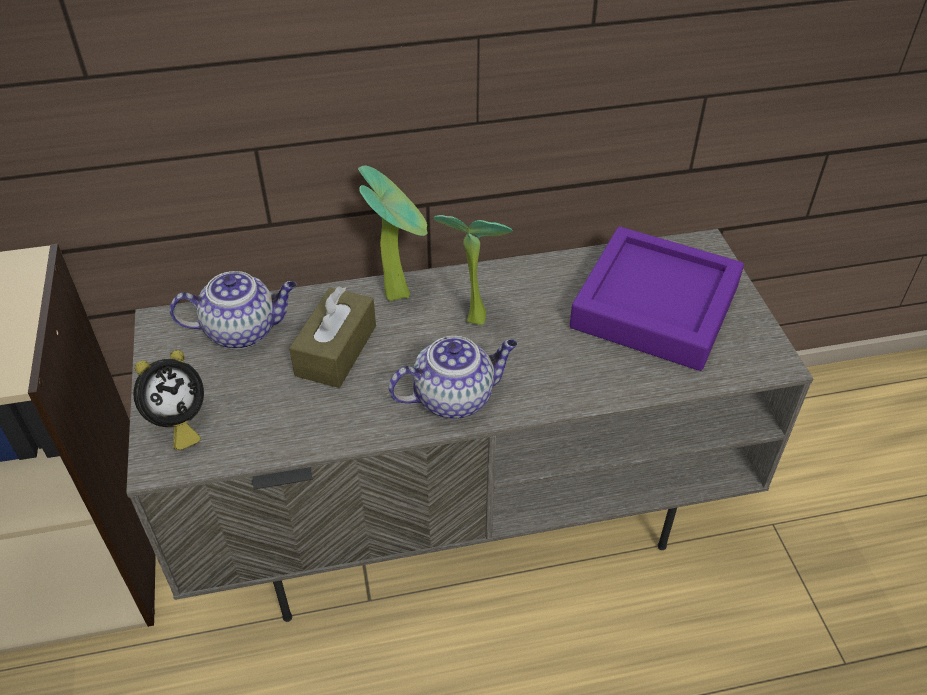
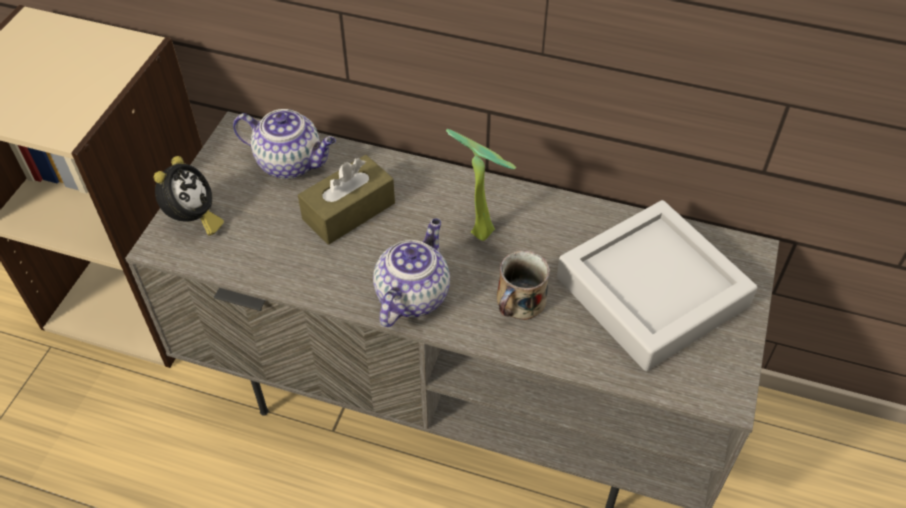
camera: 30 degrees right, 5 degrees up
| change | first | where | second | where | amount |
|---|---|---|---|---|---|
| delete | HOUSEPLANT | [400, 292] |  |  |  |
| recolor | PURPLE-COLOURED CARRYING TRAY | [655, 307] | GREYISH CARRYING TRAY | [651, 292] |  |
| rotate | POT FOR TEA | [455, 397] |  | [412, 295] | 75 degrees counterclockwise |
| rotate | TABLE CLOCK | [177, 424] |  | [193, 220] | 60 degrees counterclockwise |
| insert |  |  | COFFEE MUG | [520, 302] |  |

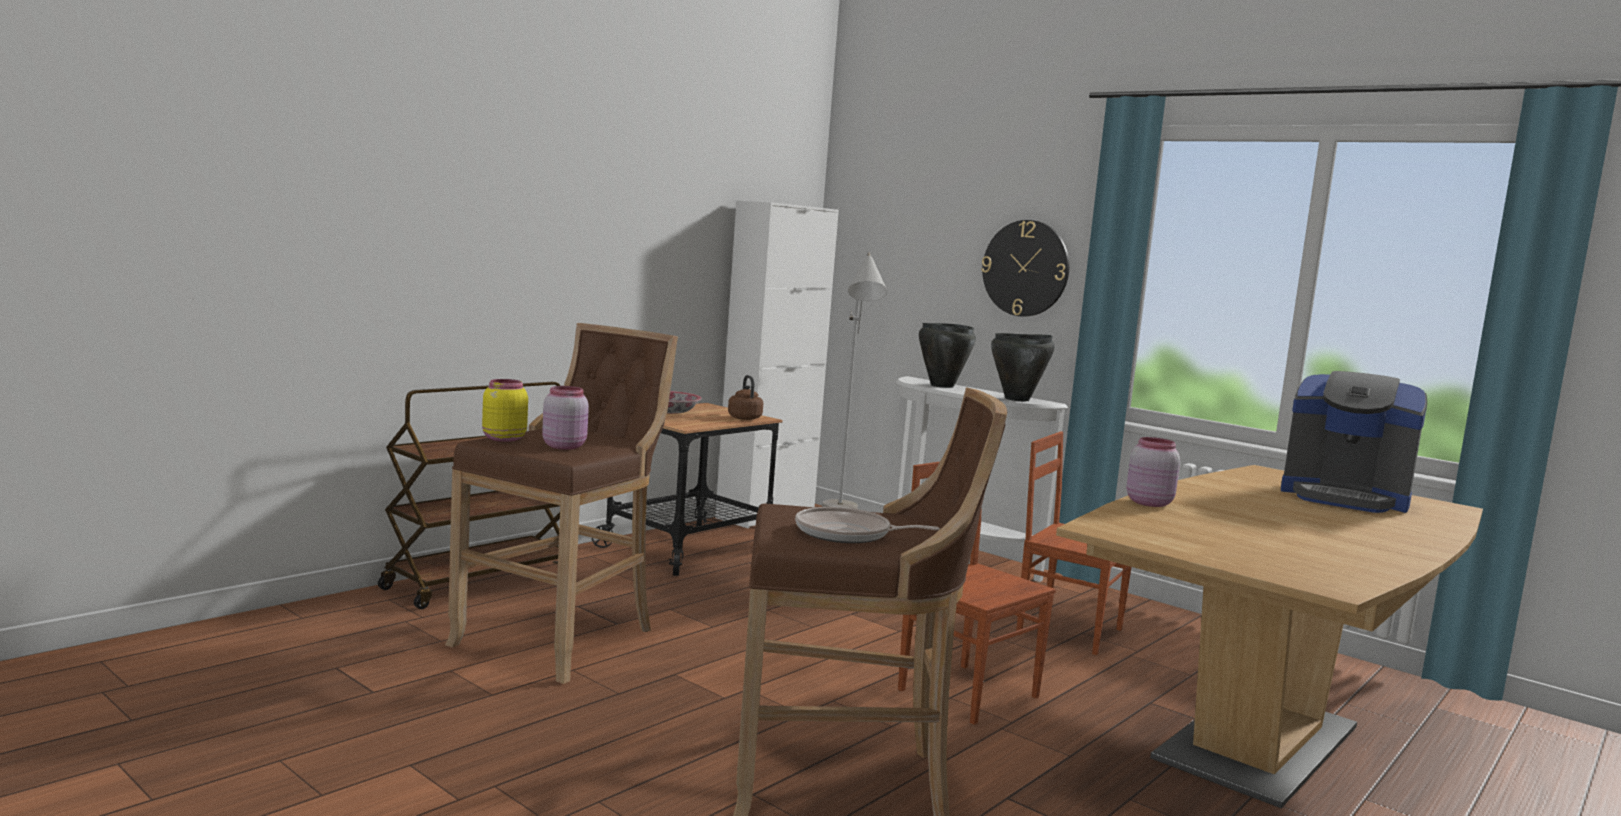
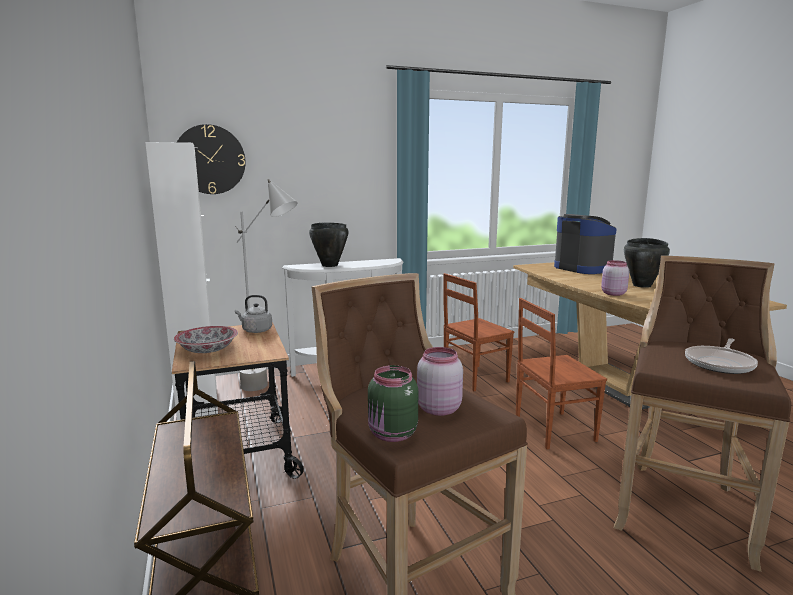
camera: 60 degrees left, 5 degrees up
| change | first | where | second | where | amount |
|---|---|---|---|---|---|
| move | HANGING CLOCK | [1025, 268] |  | [210, 159] |  |
| move | BLACK-COLOURED COOKING POT | [1017, 399] |  | [642, 285] |  |
| rotate | COFFEE MACHINE | [1344, 498] |  | [583, 268] | 90 degrees counterclockwise |
| recolor | BROWN KETTLE | [744, 418] | GREYISH KETTLE | [255, 330] |  |
| recolor | YELLOWISH JAR | [502, 438] | GREEN-COLOURED JAR | [392, 435] |  |

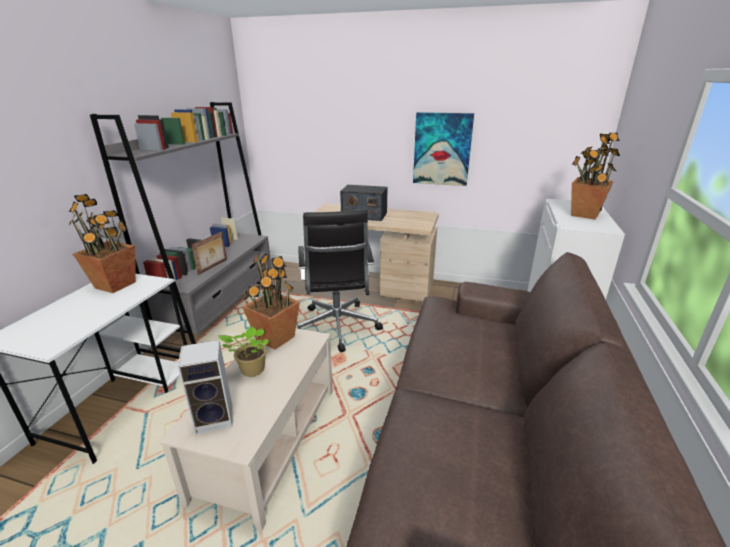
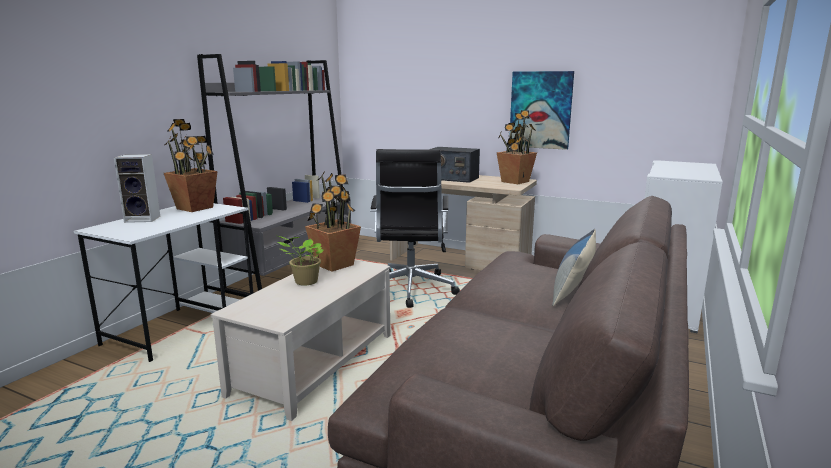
camera: 10 degrees right, 10 degrees down
| change | first | where | second | where | amount |
|---|---|---|---|---|---|
| move | HOUSEPLANT | [584, 214] |  | [514, 181] |  |
| delete | PHOTO FRAME | [213, 267] |  |  |  |
| move | LOUDSPEAKER | [216, 418] |  | [144, 219] |  |
| insert |  |  | PILLOW | [573, 288] |  |

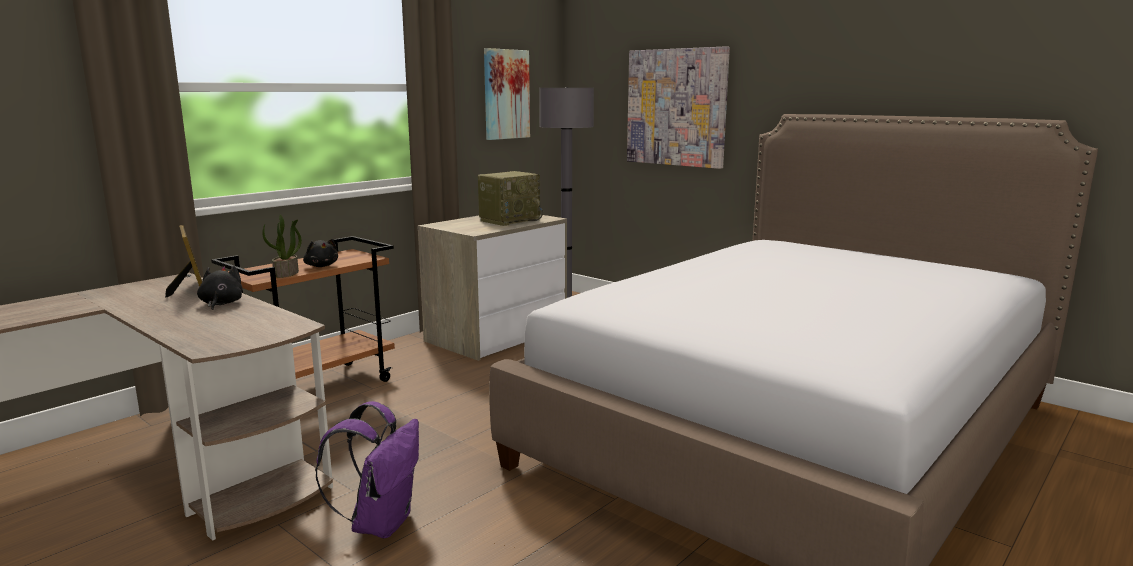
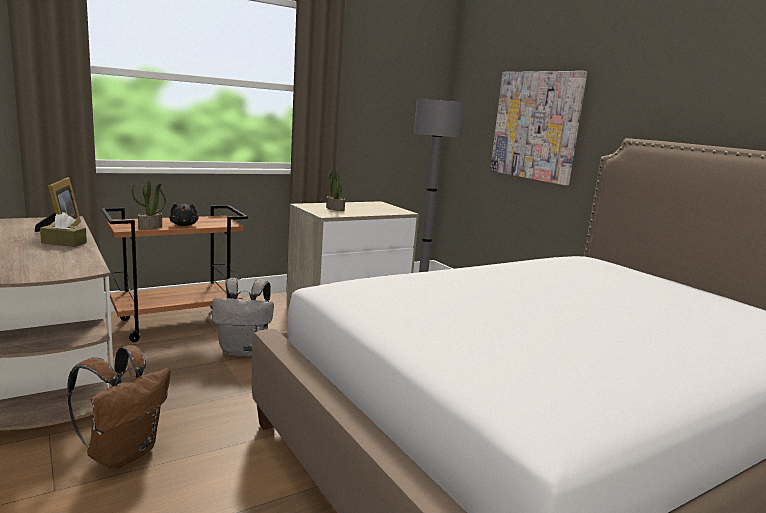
camera: 15 degrees right, 0 degrees up
| change | first | where | second | where | amount |
|---|---|---|---|---|---|
| delete | WALL PICTURE | [506, 94] |  |  |  |
| delete | RADIO | [510, 220] |  |  |  |
| replace | BLACK-COLOURED CUDDLY TOY | [221, 304] | BROWN TISSUE HOLDER | [64, 243] |  |
| recolor | PURPLE-COLOURED RUCKSACK | [381, 522] | BROWN RUCKSACK | [123, 453] |  |
| insert |  |  | HOUSEPLANT | [334, 209] |  |
| insert |  |  | GREYISH RUCKSACK | [244, 351] |  |

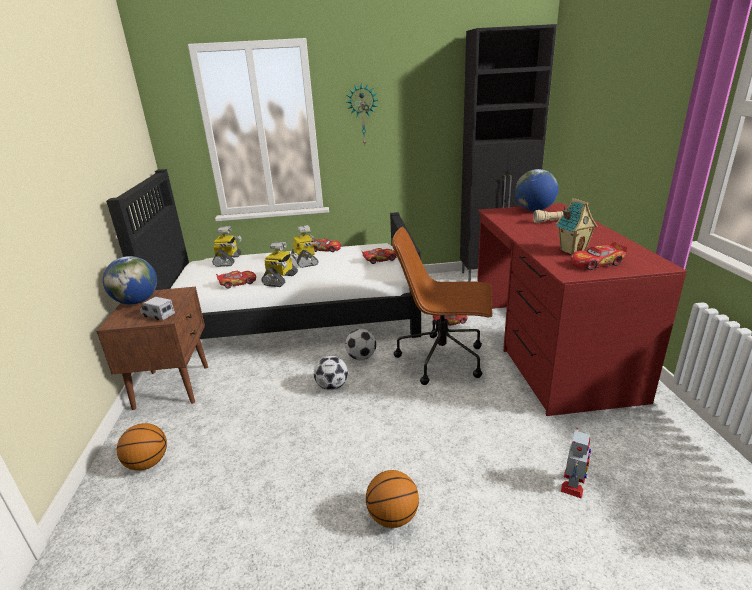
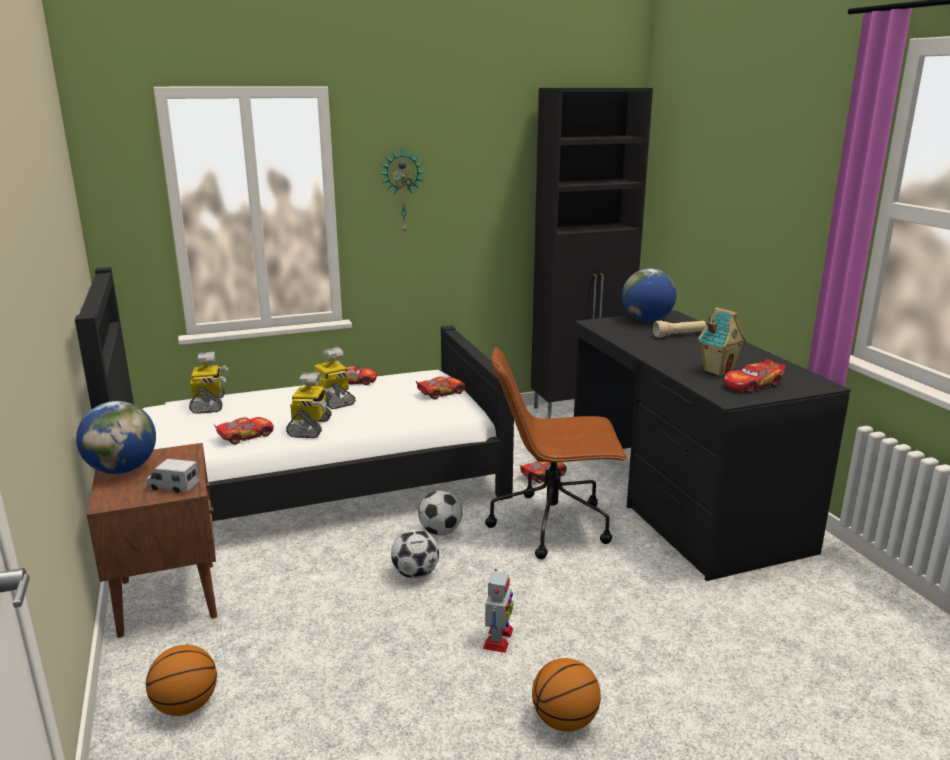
camera: 15 degrees left, 5 degrees down
| change | first | where | second | where | amount |
|---|---|---|---|---|---|
| recolor | REDDISH DESK UNIT | [548, 348] | BLACK-COLOURED DESK UNIT | [681, 500] |  |
| move | MODEL ROBOT | [573, 484] |  | [498, 639] |  |

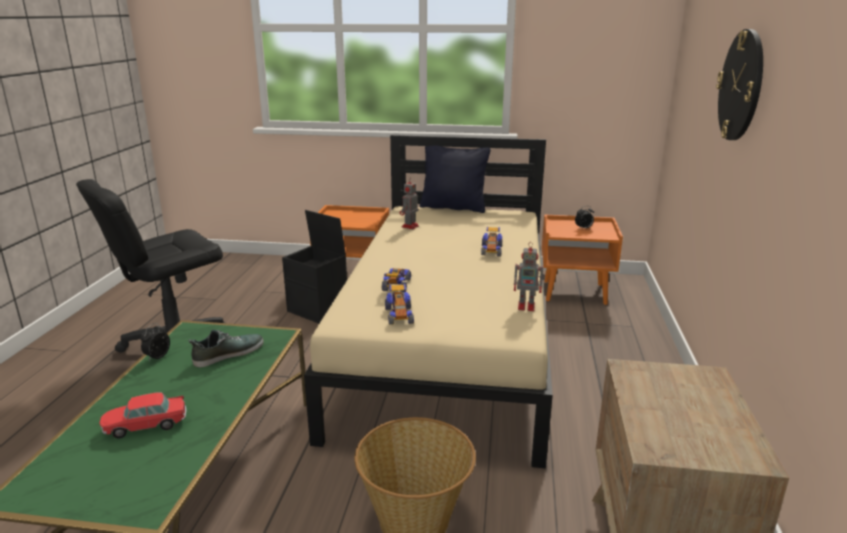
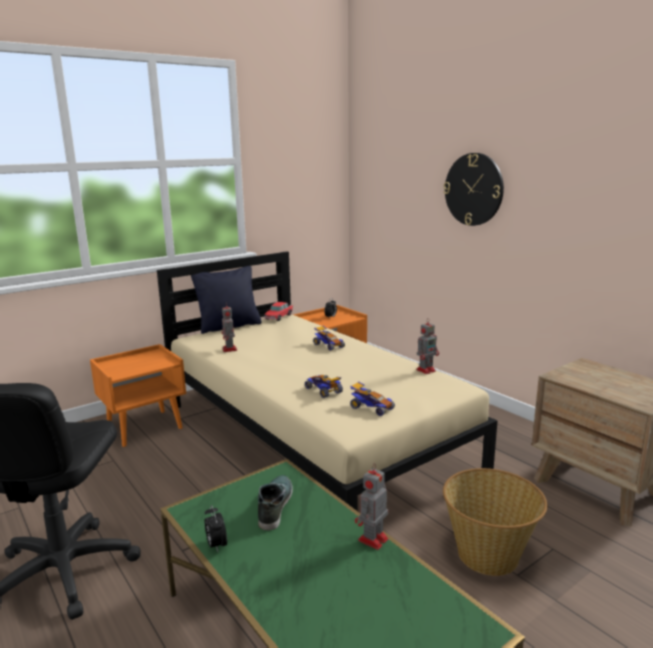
camera: 45 degrees left, 5 degrees down
| change | first | where | second | where | amount |
|---|---|---|---|---|---|
| delete | BLACK-COLOURED STORAGE CONTAINER | [319, 310] |  |  |  |
| move | TOY CAR | [146, 425] |  | [278, 317] |  |
| insert |  |  | MODEL ROBOT | [372, 540] |  |

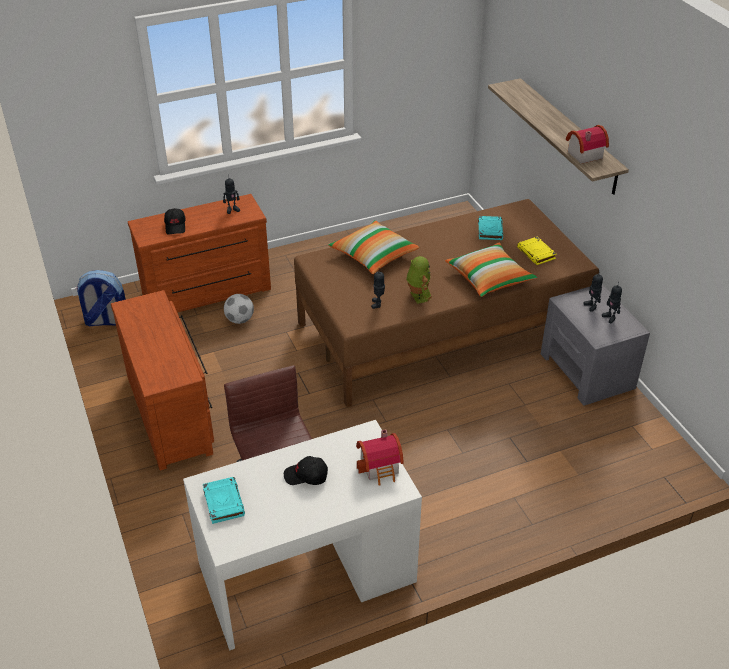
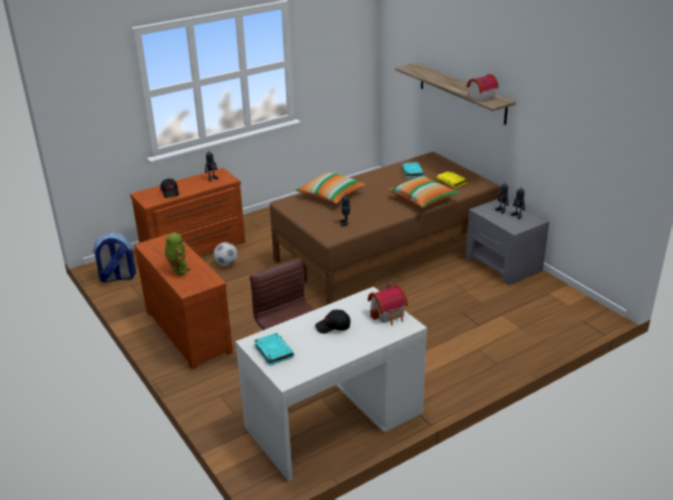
camera: 10 degrees left, 10 degrees down
| change | first | where | second | where | amount |
|---|---|---|---|---|---|
| move | MODEL ROBOT | [418, 296] |  | [178, 270] |  |

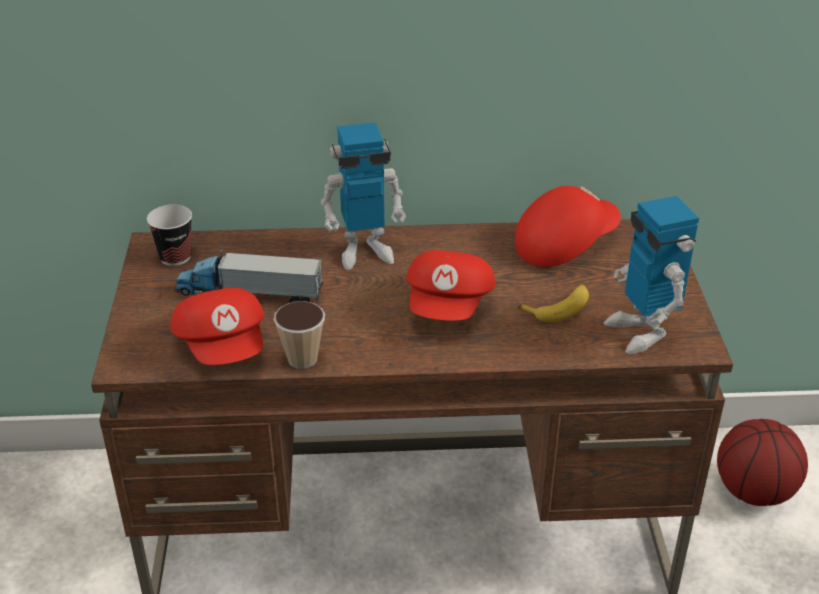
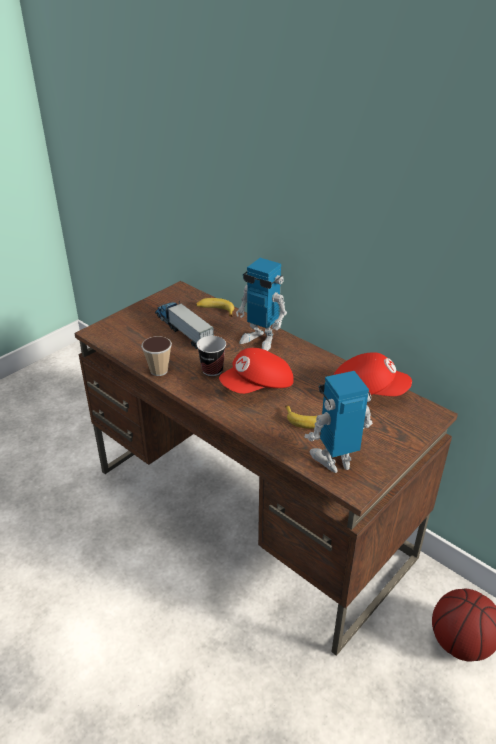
camera: 45 degrees right, 0 degrees up
| change | first | where | second | where | amount |
|---|---|---|---|---|---|
| rotate | MODEL ROBOT | [641, 332] |  | [335, 460] | 45 degrees clockwise |
| move | CUP | [175, 257] |  | [212, 370] |  |
| delete | REDDISH BASEBALL CAP | [224, 346] |  |  |  |
| insert |  |  | BANANA | [215, 310] |  |

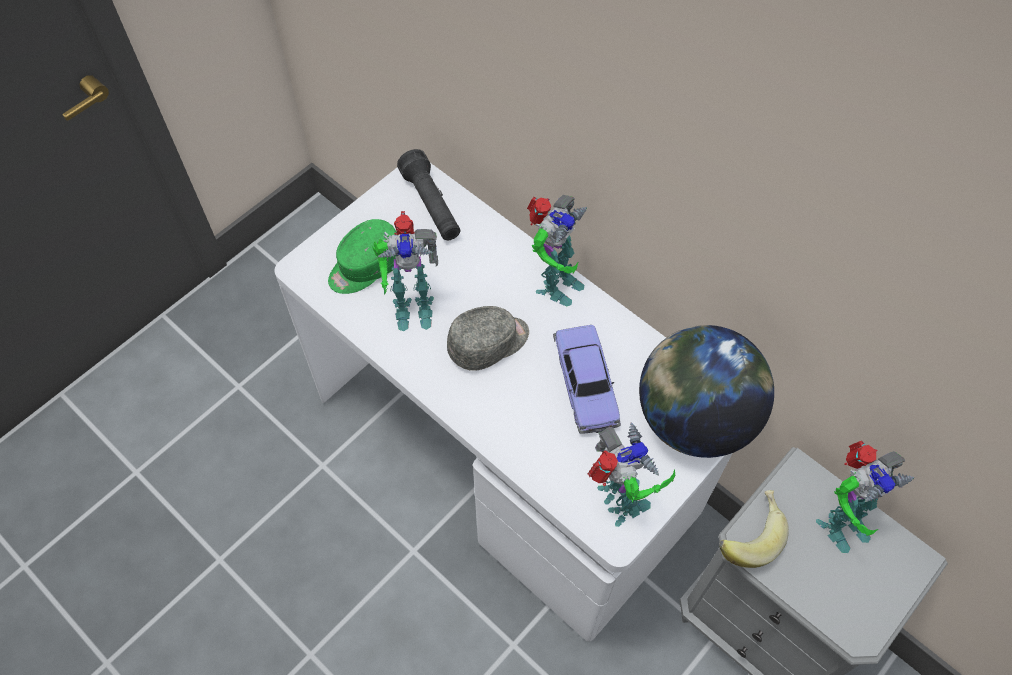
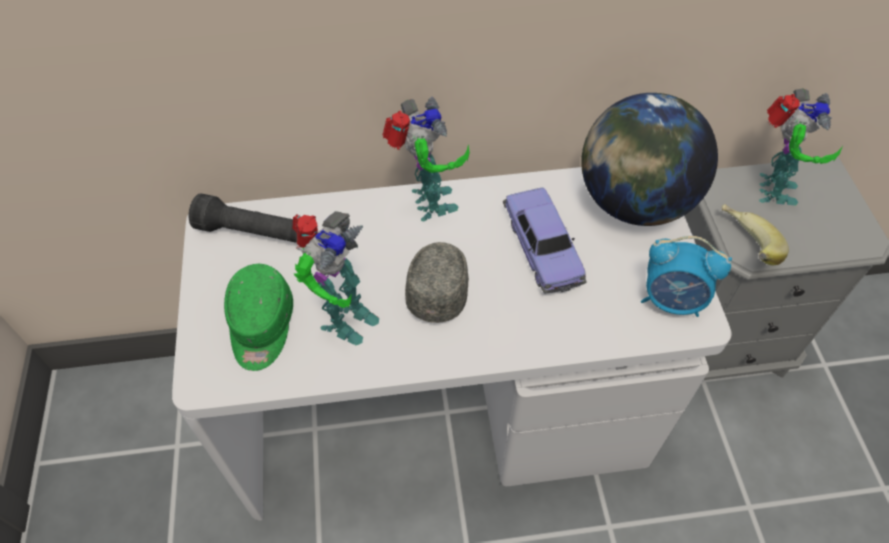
camera: 50 degrees left, 5 degrees down
| change | first | where | second | where | amount |
|---|---|---|---|---|---|
| rotate | TOY CAR | [585, 384] |  | [542, 248] | 45 degrees clockwise |
| replace | MODEL ROBOT | [619, 504] | TABLE CLOCK | [672, 300] |  |

